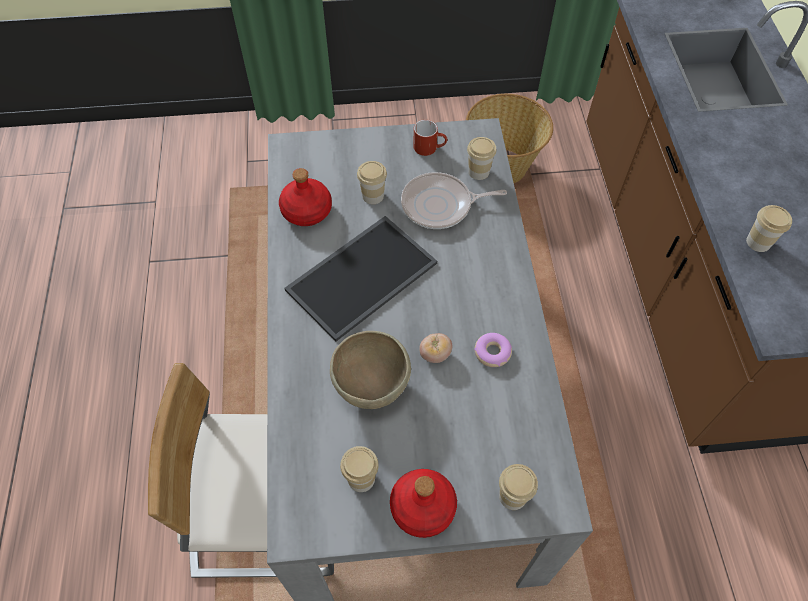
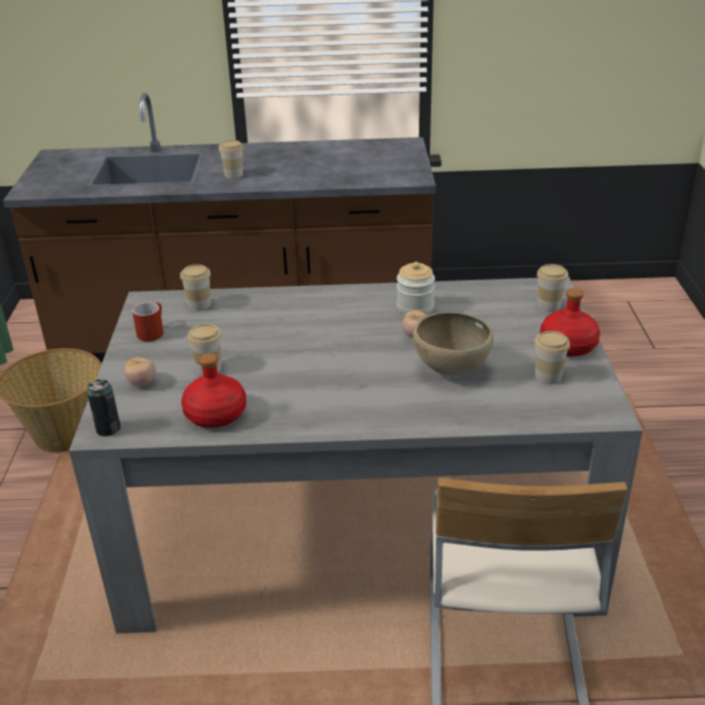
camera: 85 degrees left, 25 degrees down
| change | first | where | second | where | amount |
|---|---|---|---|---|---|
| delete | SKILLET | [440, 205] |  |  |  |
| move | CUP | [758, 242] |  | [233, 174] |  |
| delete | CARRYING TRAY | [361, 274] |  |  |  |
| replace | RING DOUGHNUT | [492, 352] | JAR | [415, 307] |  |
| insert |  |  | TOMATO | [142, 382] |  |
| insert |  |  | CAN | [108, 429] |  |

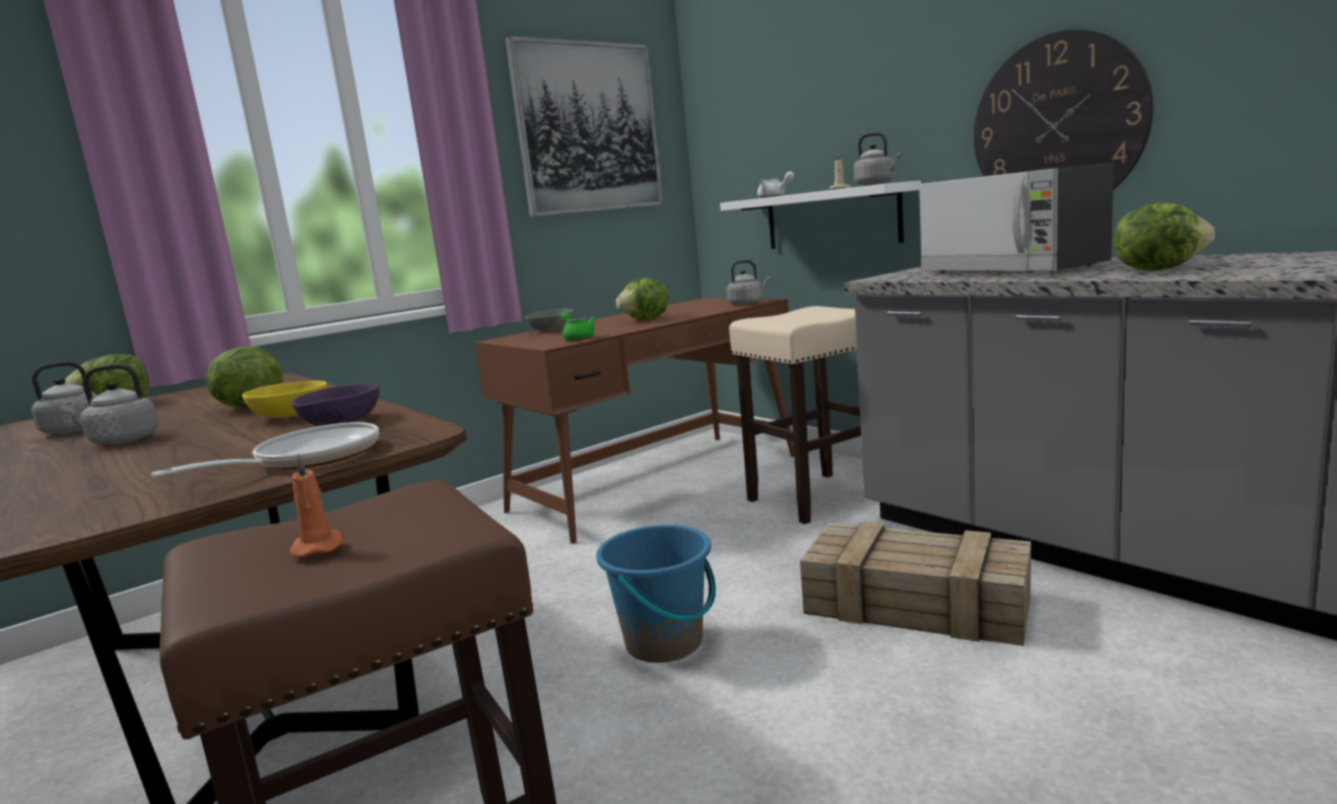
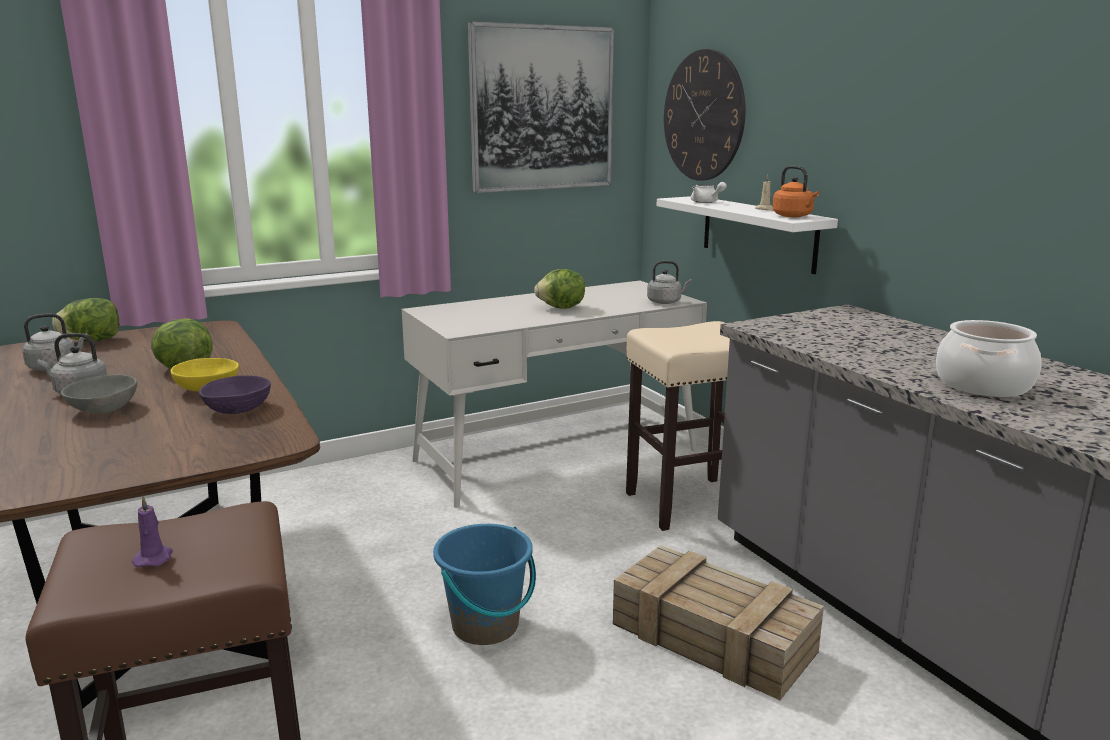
camera: 10 degrees right, 5 degrees up
| change | first | where | second | where | amount |
|---|---|---|---|---|---|
| move | HANGING CLOCK | [1057, 125] |  | [703, 116] |  |
| recolor | GREYISH KETTLE | [877, 184] | ORANGE KETTLE | [794, 216] |  |
| delete | KITCHEN MICROWAVE | [1012, 269] |  |  |  |
| replace | LETTUCE HEAD | [1157, 270] | COOKING POT | [982, 385] |  |
| recolor | BROWN DESK UNIT | [658, 482] | WHITE DESK UNIT | [557, 455] |  |
| move | GREYISH DEEP DISH | [551, 330] |  | [103, 409] |  |
| delete | GREEN-COLOURED POT FOR TEA | [577, 337] |  |  |  |
| delete | SKILLET | [308, 459] |  |  |  |
| recolor | ORANGE WAX LIGHT | [318, 547] | PURPLE-COLOURED WAX LIGHT | [154, 558] |  |

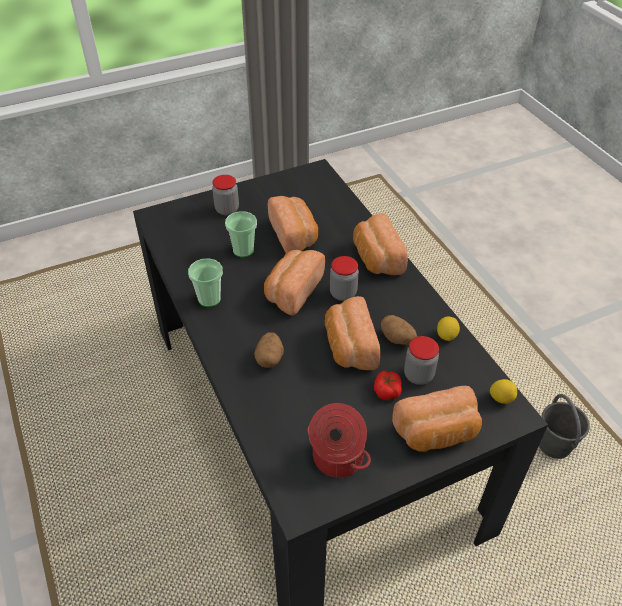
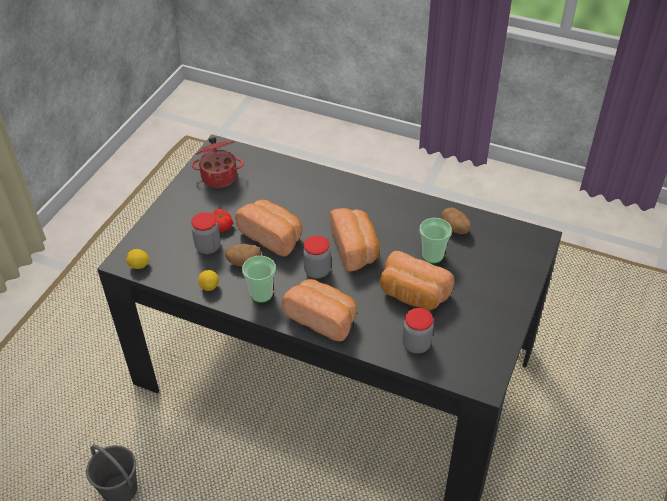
camera: 140 degrees right, 0 degrees up
| change | first | where | second | where | amount |
|---|---|---|---|---|---|
| move | JAR | [227, 209] |  | [416, 344] |  |
| move | CUP | [209, 299] |  | [261, 294] |  |
| move | SPUD | [269, 358] |  | [455, 229] |  |
| delete | BAKED BREAD | [437, 433] |  |  |  |

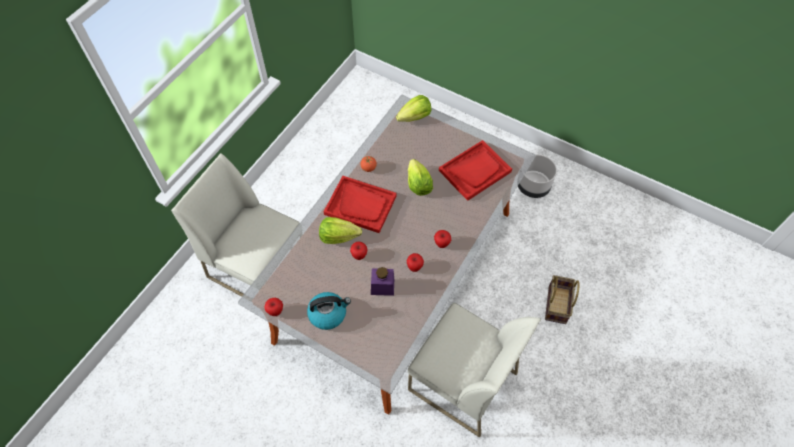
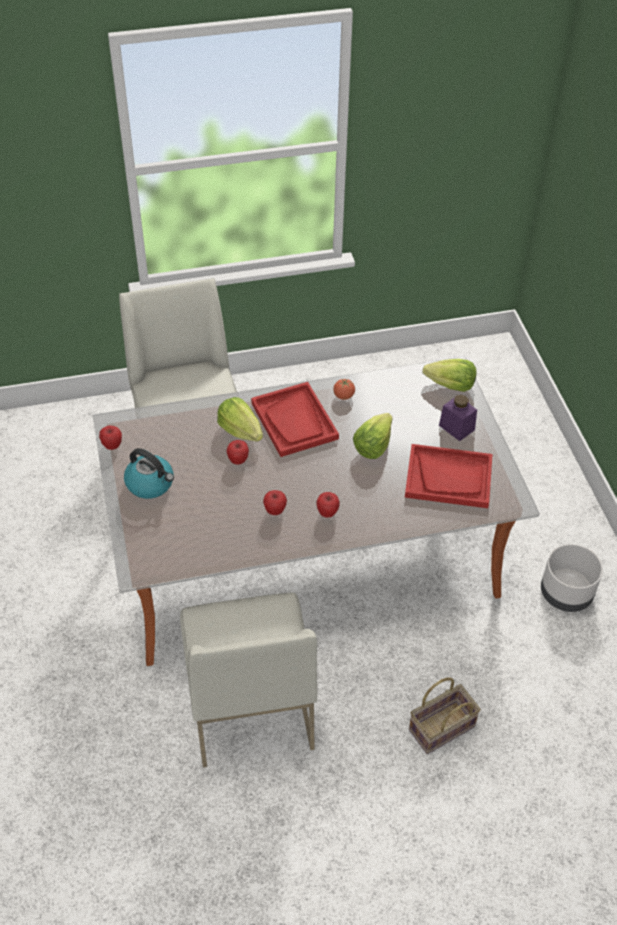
camera: 45 degrees right, 10 degrees down
| change | first | where | second | where | amount |
|---|---|---|---|---|---|
| move | PURPLE-COLOURED JAR | [382, 287] |  | [456, 427] |  |

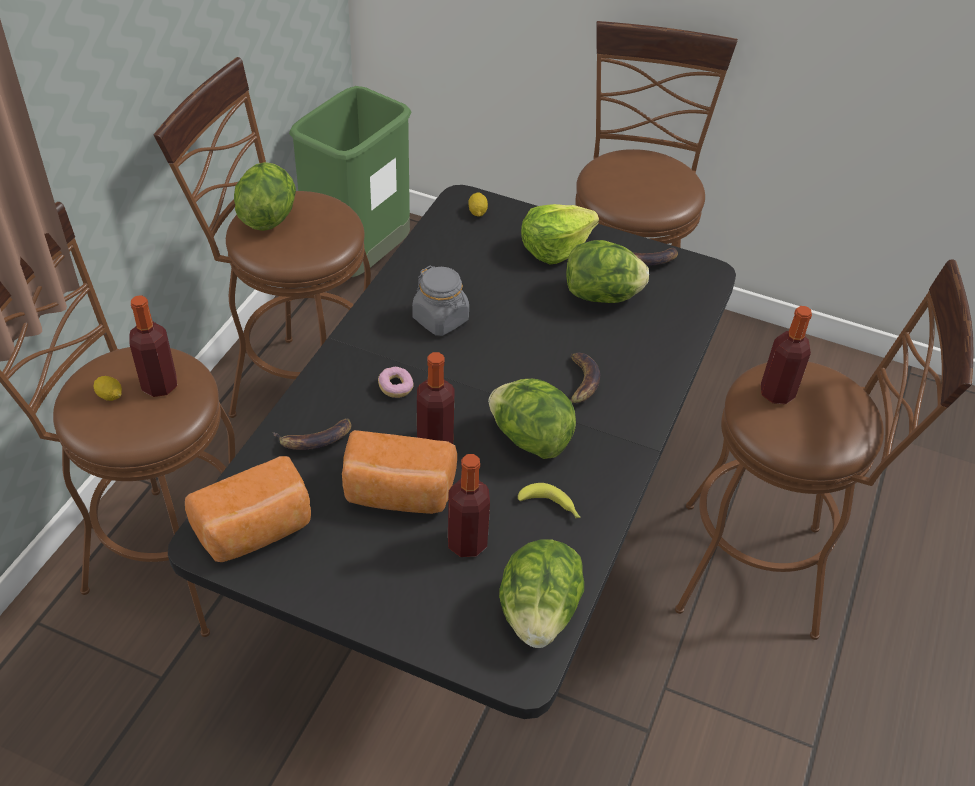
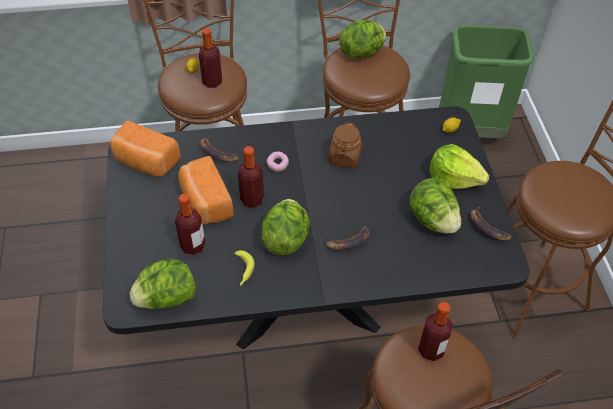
camera: 60 degrees right, 5 degrees up
| change | first | where | second | where | amount |
|---|---|---|---|---|---|
| recolor | GREYISH JAR | [441, 319] | BROWN JAR | [345, 157] |  |

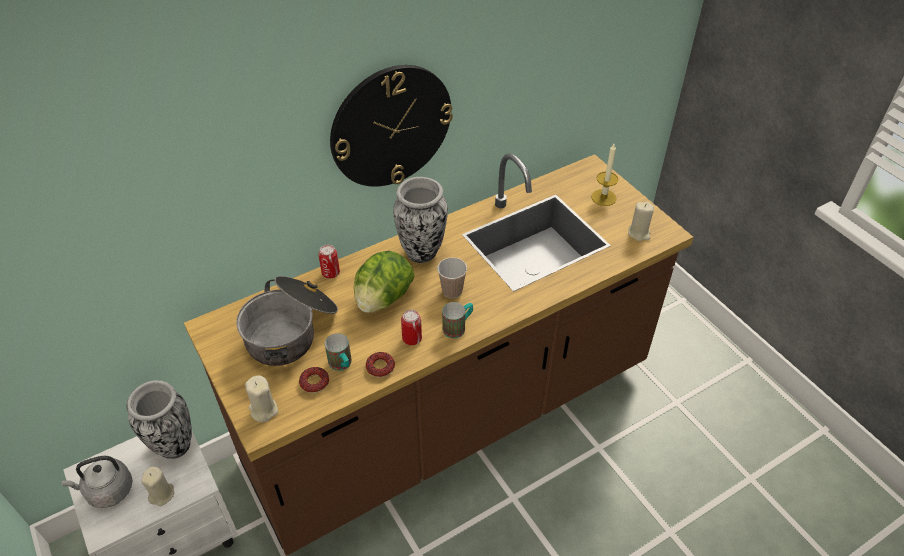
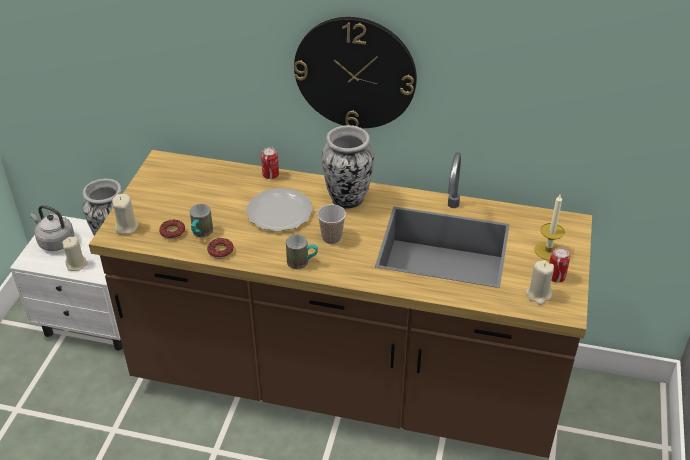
camera: 45 degrees right, 5 degrees down
| change | first | where | second | where | amount |
|---|---|---|---|---|---|
| replace | LETTUCE HEAD | [383, 299] | FLAT DISH | [280, 212] |  |
| delete | COOKING POT | [291, 331] |  |  |  |
| move | CAN | [412, 339] |  | [555, 277] |  |

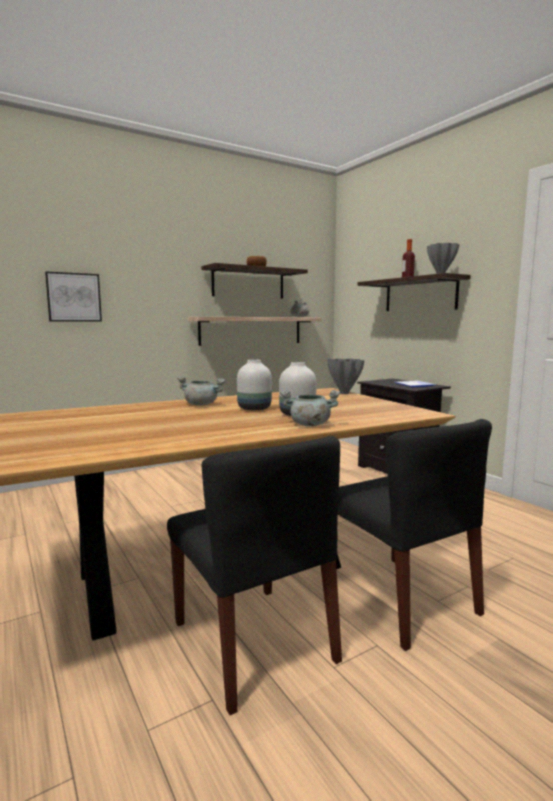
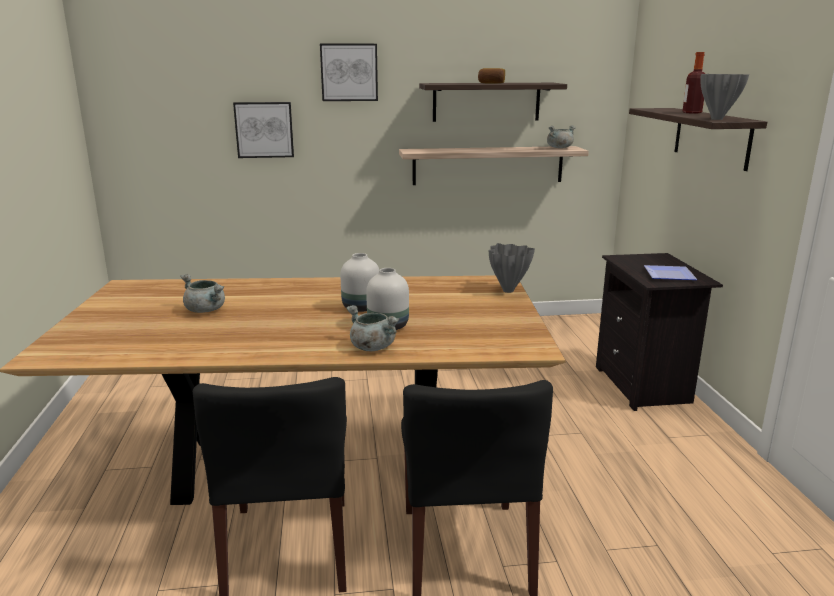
camera: 25 degrees right, 10 degrees up
| change | first | where | second | where | amount |
|---|---|---|---|---|---|
| move | GREYISH COOKING POT | [202, 404] |  | [206, 310] |  |
| insert |  |  | WALL PICTURE | [349, 72] |  |

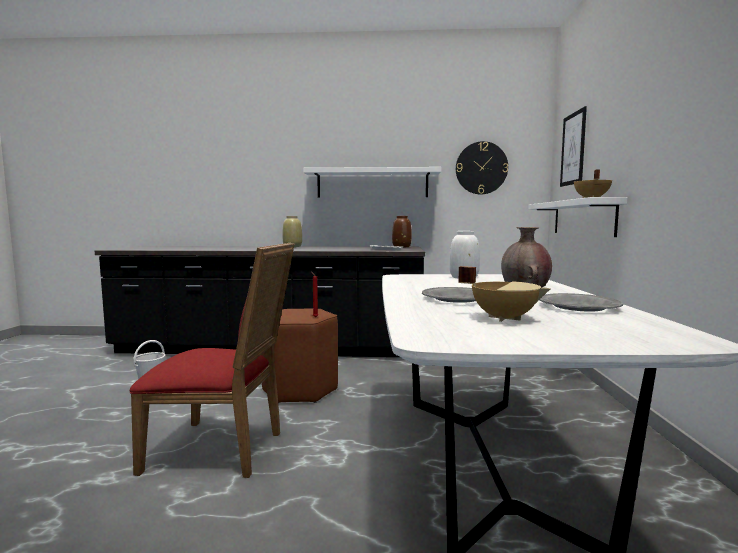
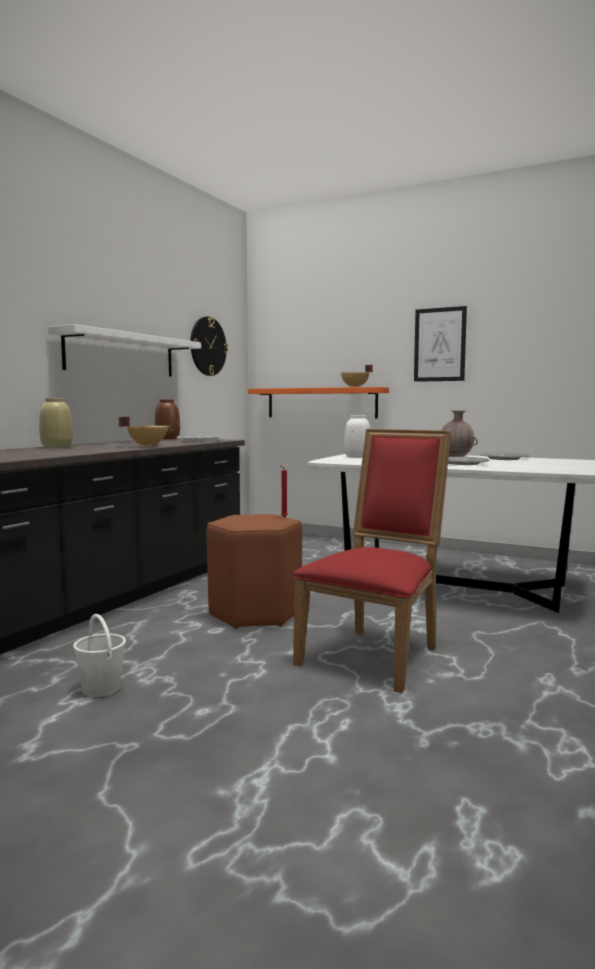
camera: 65 degrees left, 0 degrees up
| change | first | where | second | where | amount |
|---|---|---|---|---|---|
| move | WALL PICTURE | [573, 149] |  | [439, 344] |  |
| recolor | WHITE BRACKET SHELF | [582, 218] | ORANGE BRACKET SHELF | [321, 403] |  |
| move | BEIGE COOKING POT | [504, 318] |  | [147, 446] |  |

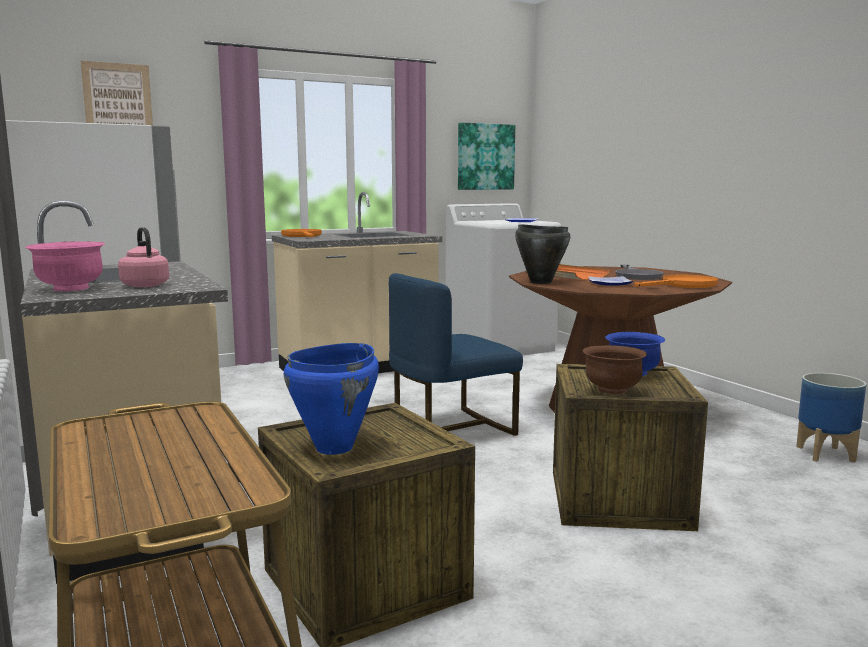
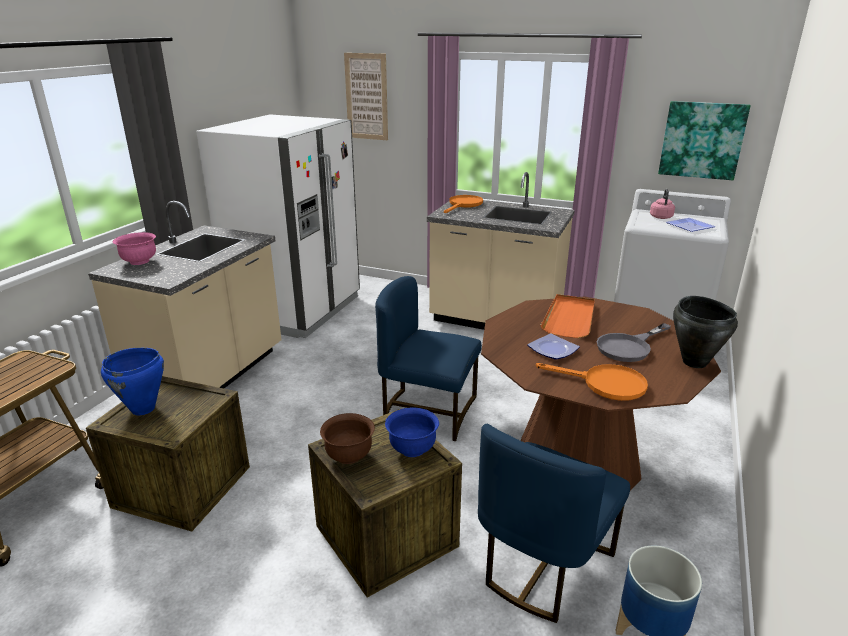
camera: 50 degrees right, 15 degrees up
| change | first | where | second | where | amount |
|---|---|---|---|---|---|
| move | BLACK-COLOURED COOKING POT | [540, 282] |  | [694, 362] |  |
| move | PINK KETTLE | [144, 285] |  | [661, 217] |  |
| insert |  |  | BLUISH UPRIGHT CHAIR | [542, 565] |  |

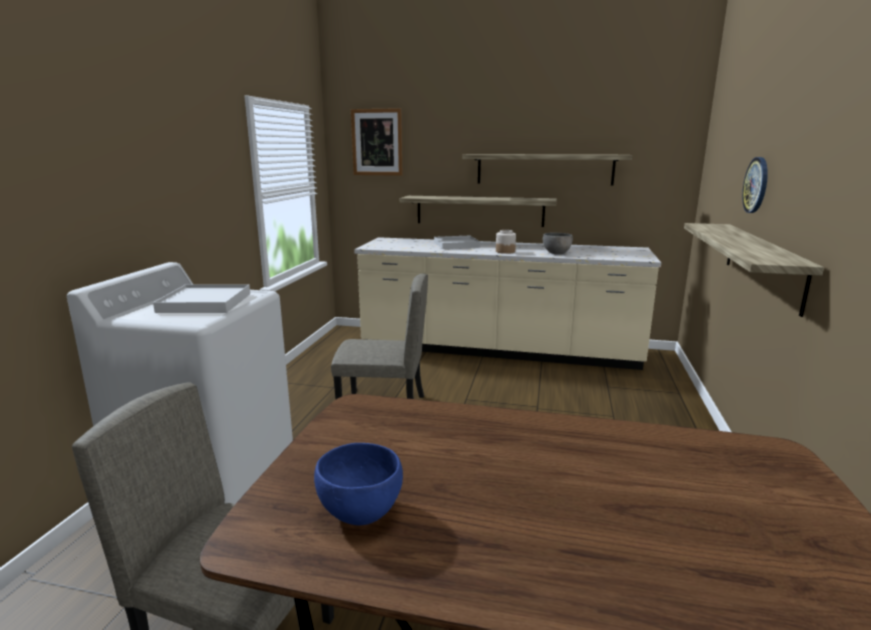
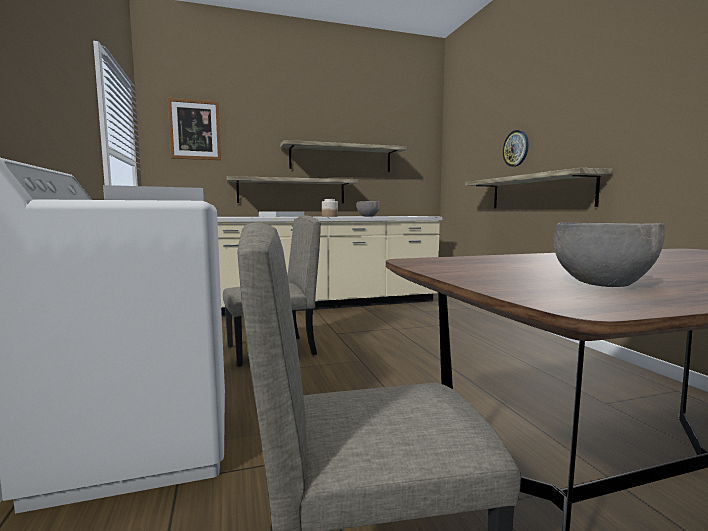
camera: 30 degrees left, 10 degrees down
| change | first | where | second | where | amount |
|---|---|---|---|---|---|
| recolor | BLUISH DEEP DISH | [361, 512] | GREYISH DEEP DISH | [603, 284] |  |

